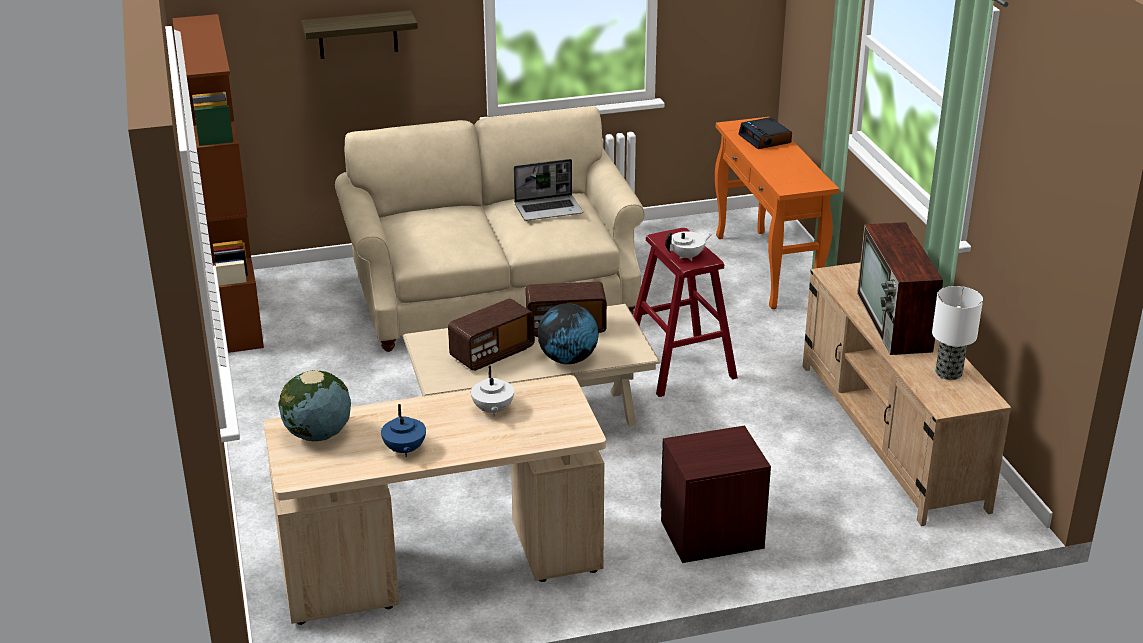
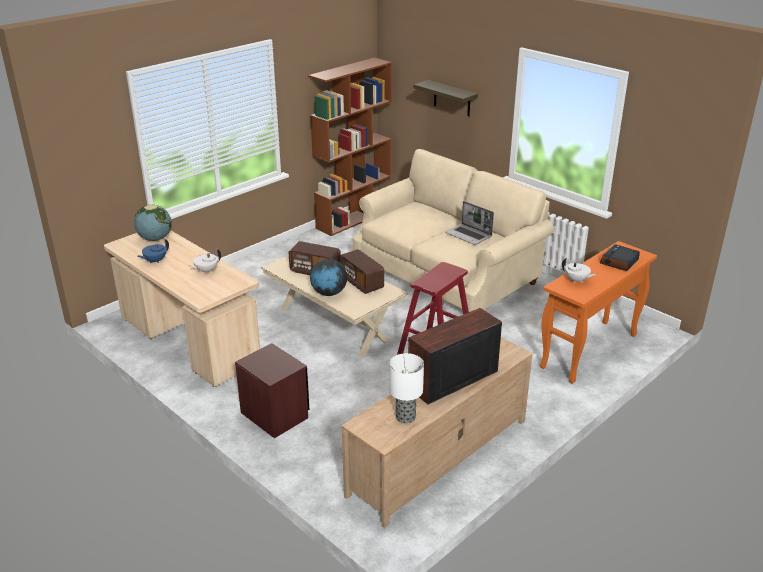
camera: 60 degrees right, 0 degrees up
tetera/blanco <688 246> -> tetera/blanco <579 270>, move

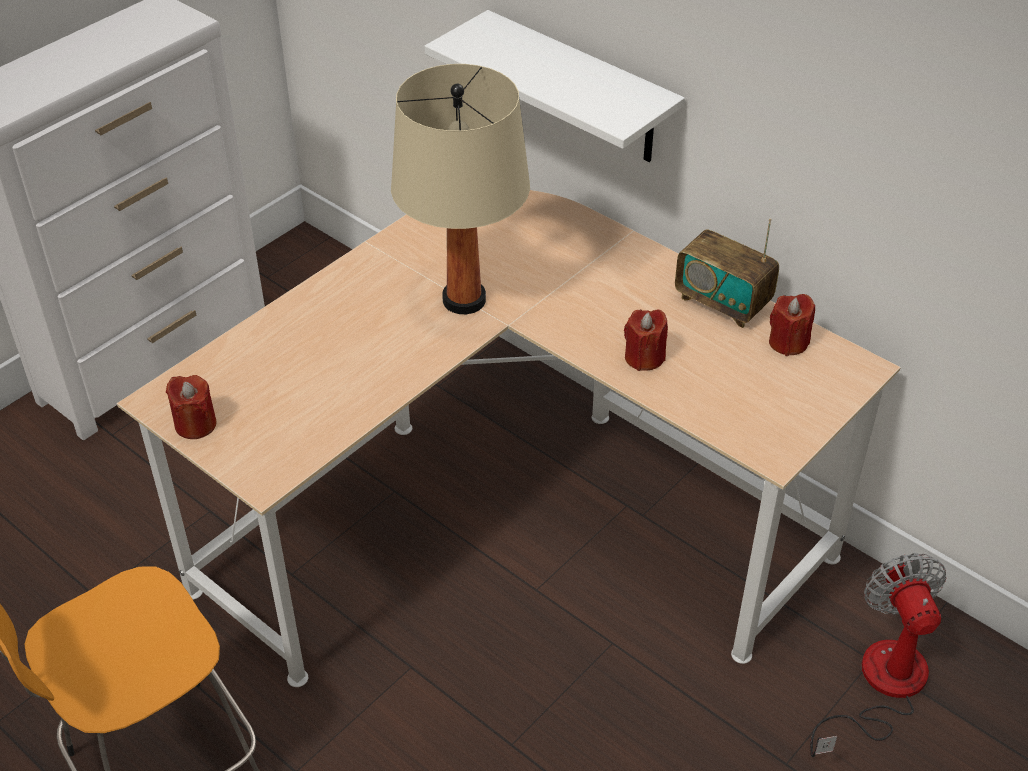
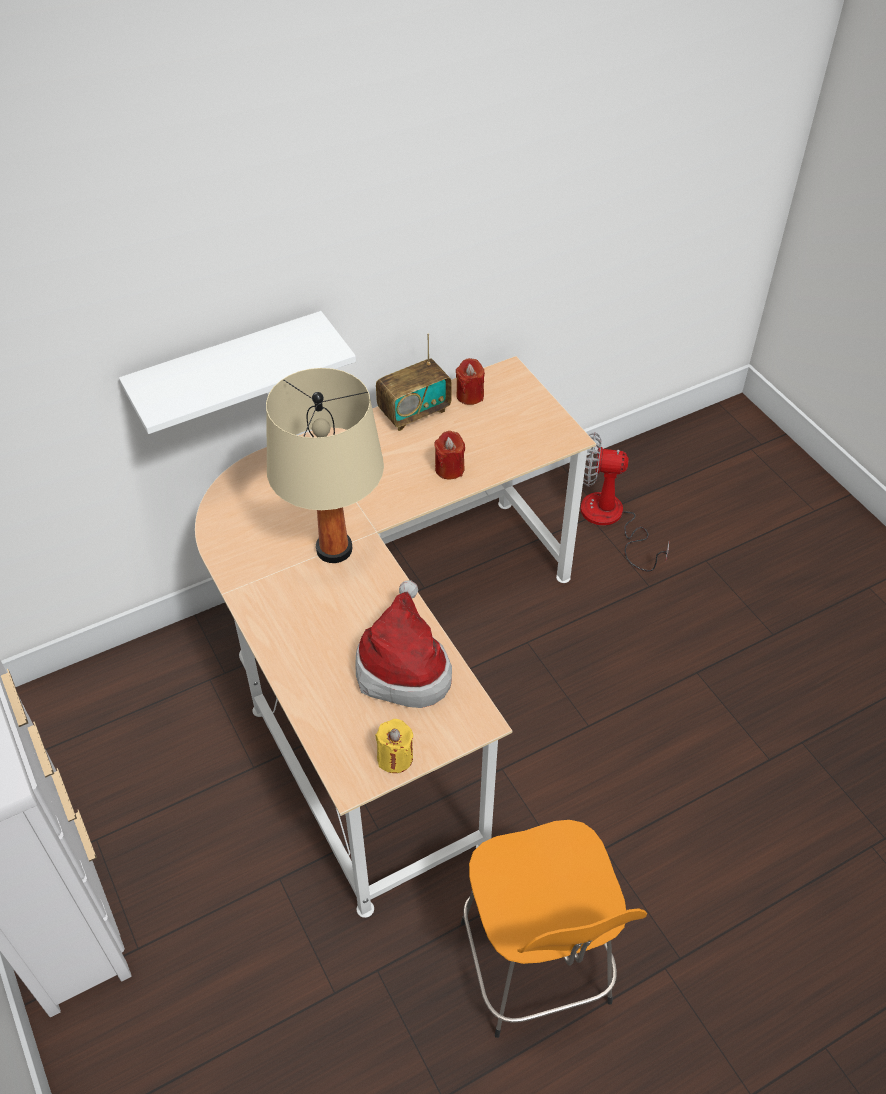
camera: 70 degrees left, 5 degrees up
vela/rojo <191 407> -> vela/amarillo <394 746>
none -> sombrero <403 644>

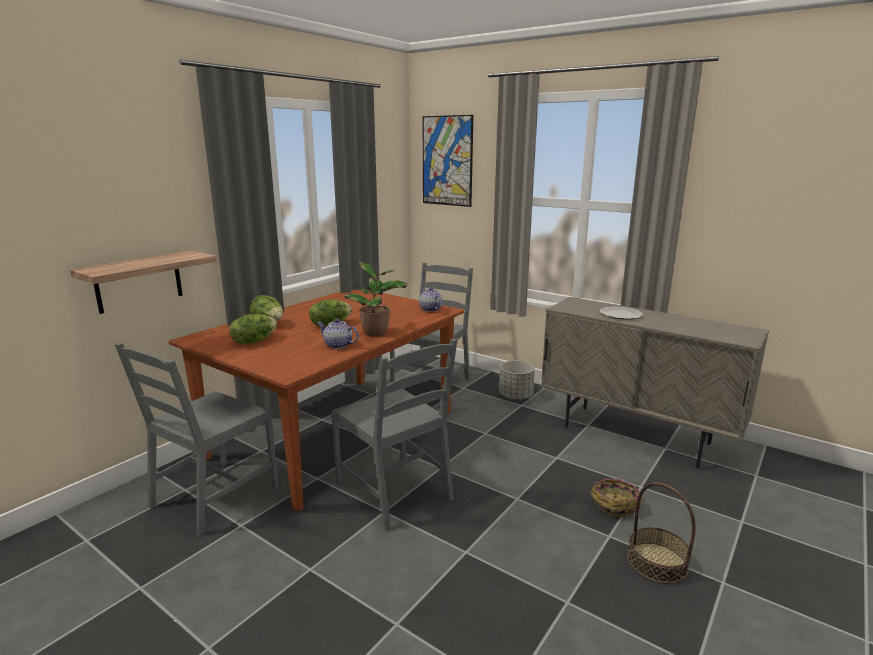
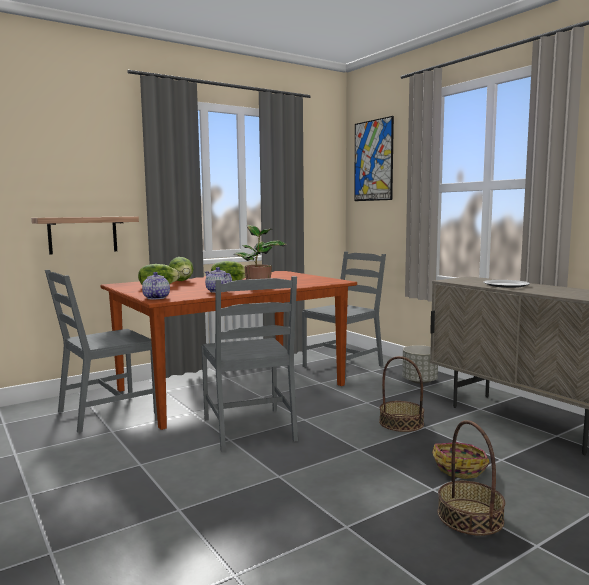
camera: 20 degrees right, 10 degrees down
tetera <431 299> -> tetera <156 285>, move
none -> cesta <401 394>

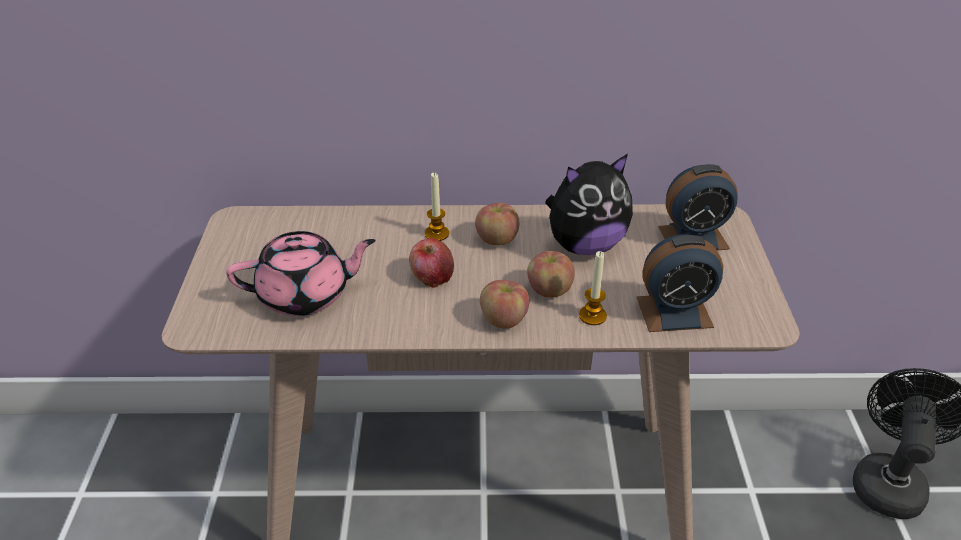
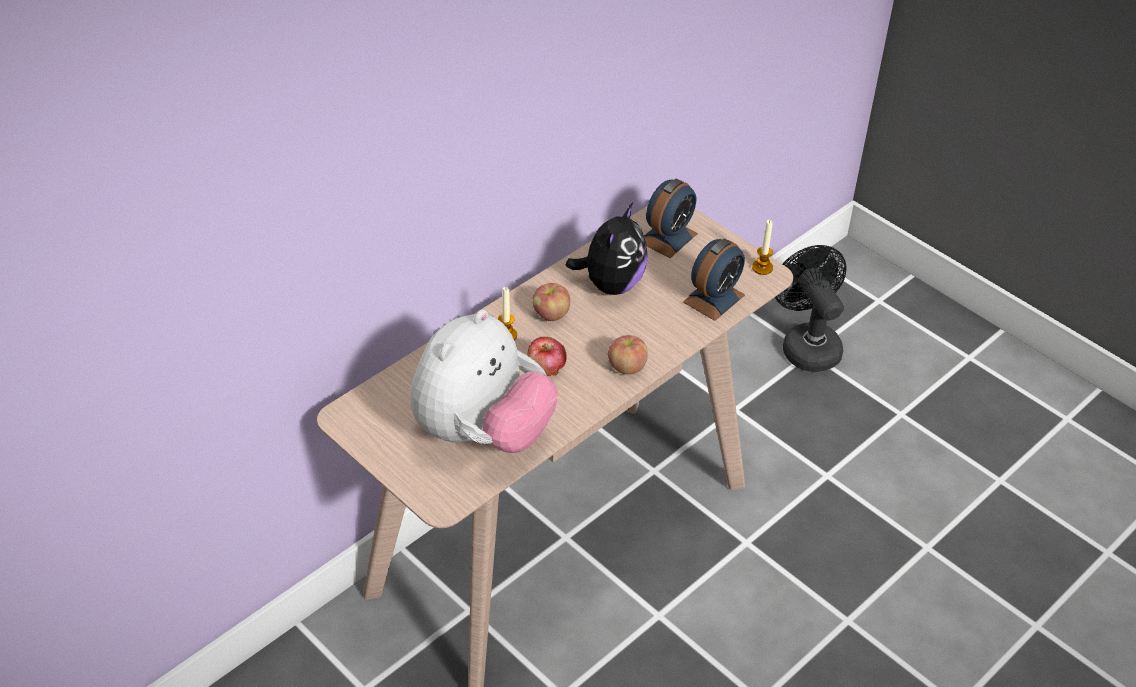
camera: 45 degrees left, 5 degrees up
tetera/rosa <301 273> -> peluche <484 381>
manzana <551 274> -> none
vela <593 288> -> vela <762 247>, move

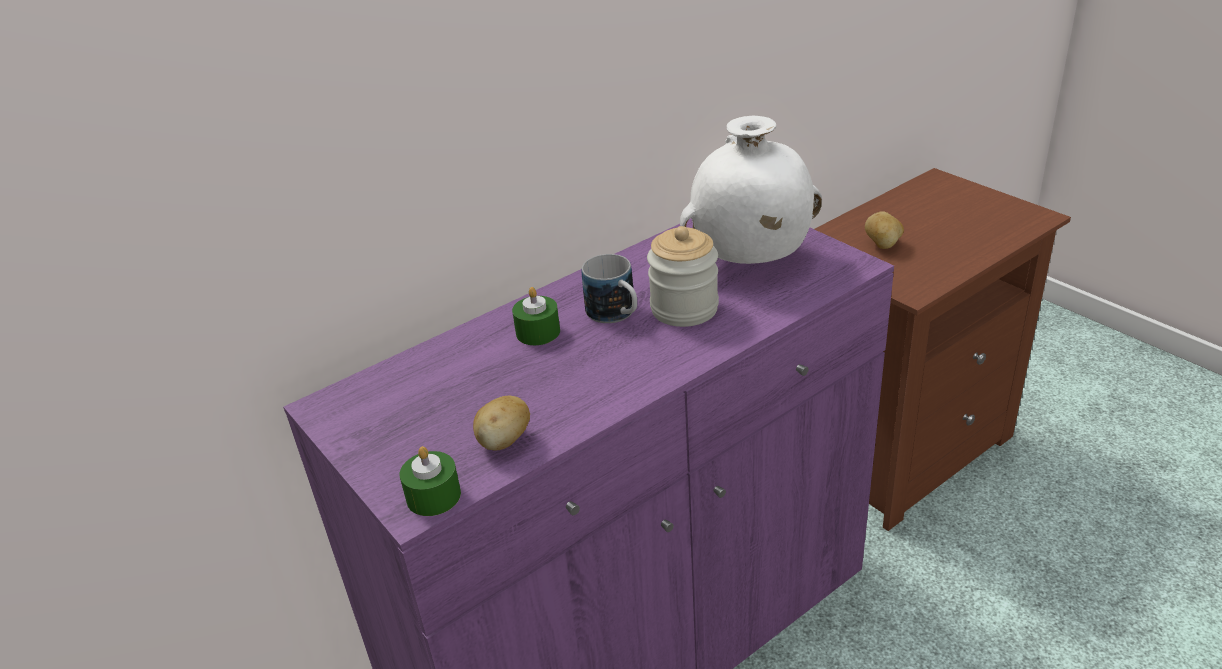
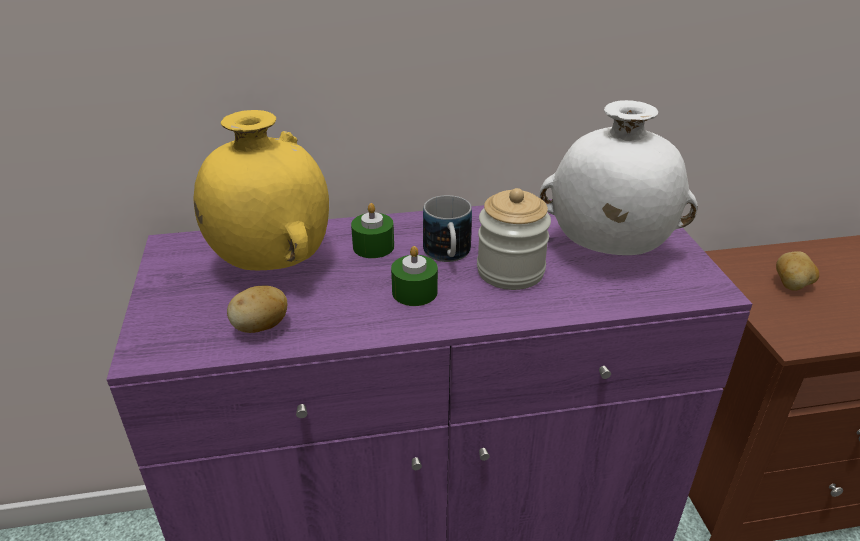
camera: 25 degrees right, 0 degrees up
vela/verde <430 481> -> vela/verde <414 276>, move
none -> florero/amarillo <261 190>

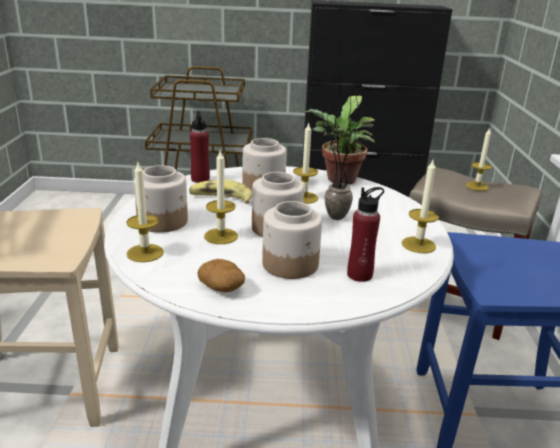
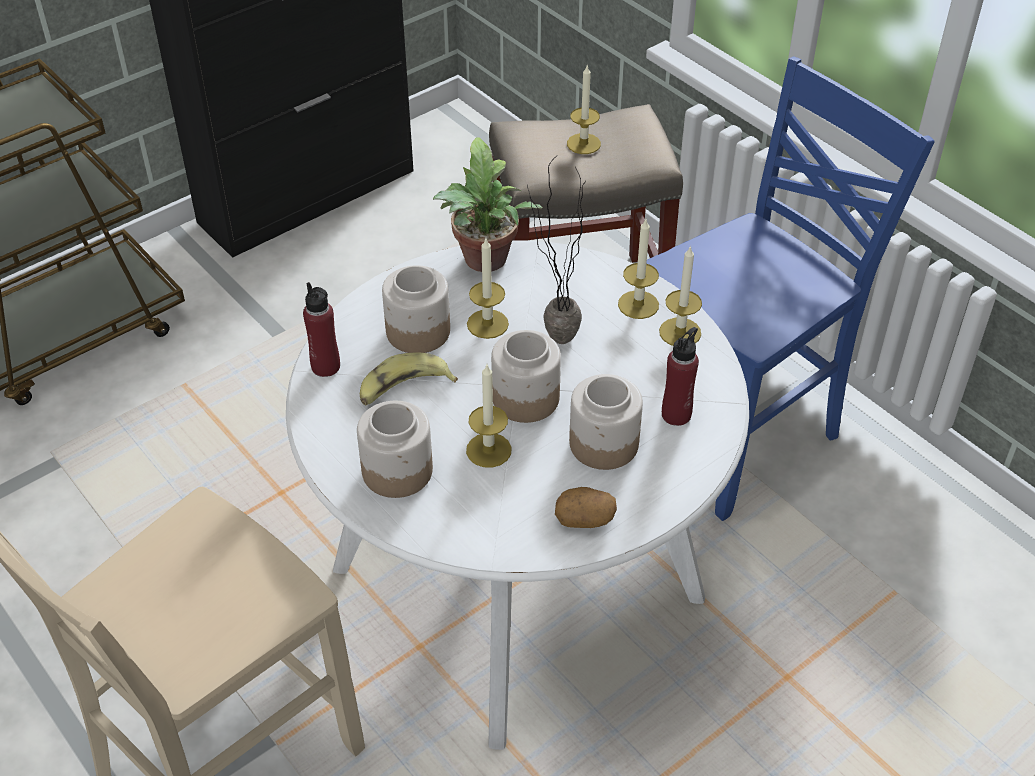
camera: 40 degrees left, 20 degrees up
vela <145 212> -> vela <638 269>, move

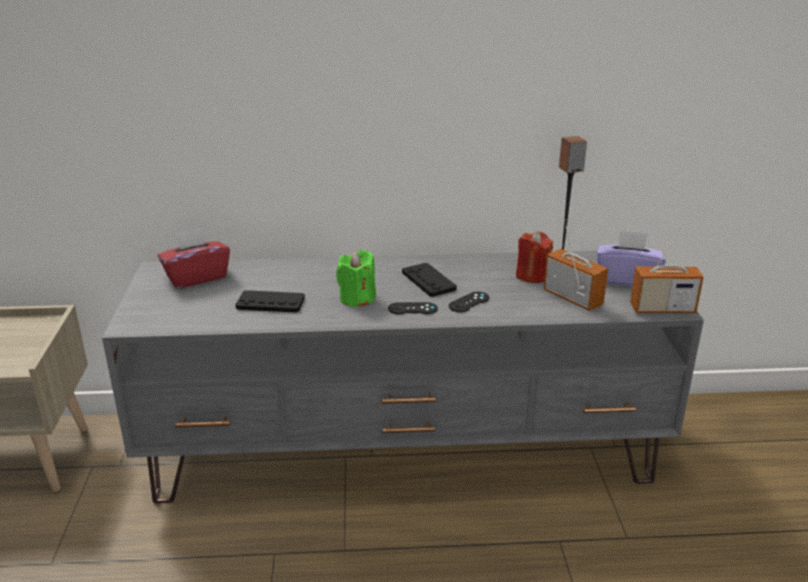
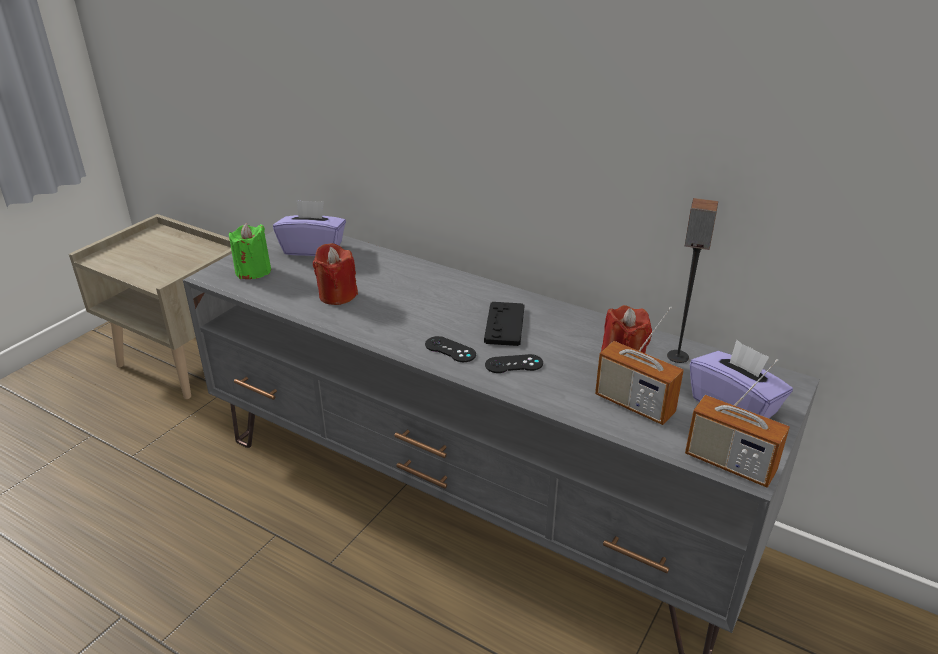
camera: 35 degrees right, 5 degrees up
radio <576 264> -> radio <639 366>, 135 degrees clockwise
caja de pañuelos/rojo <194 258> -> caja de pañuelos/morado <309 228>
vela/verde <356 278> -> vela/verde <250 251>, move
mando de consola/negro <270 301> -> vela/rojo <335 274>

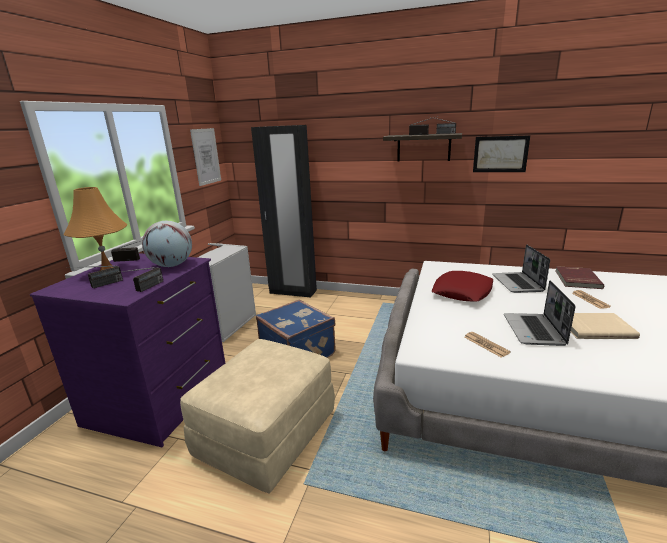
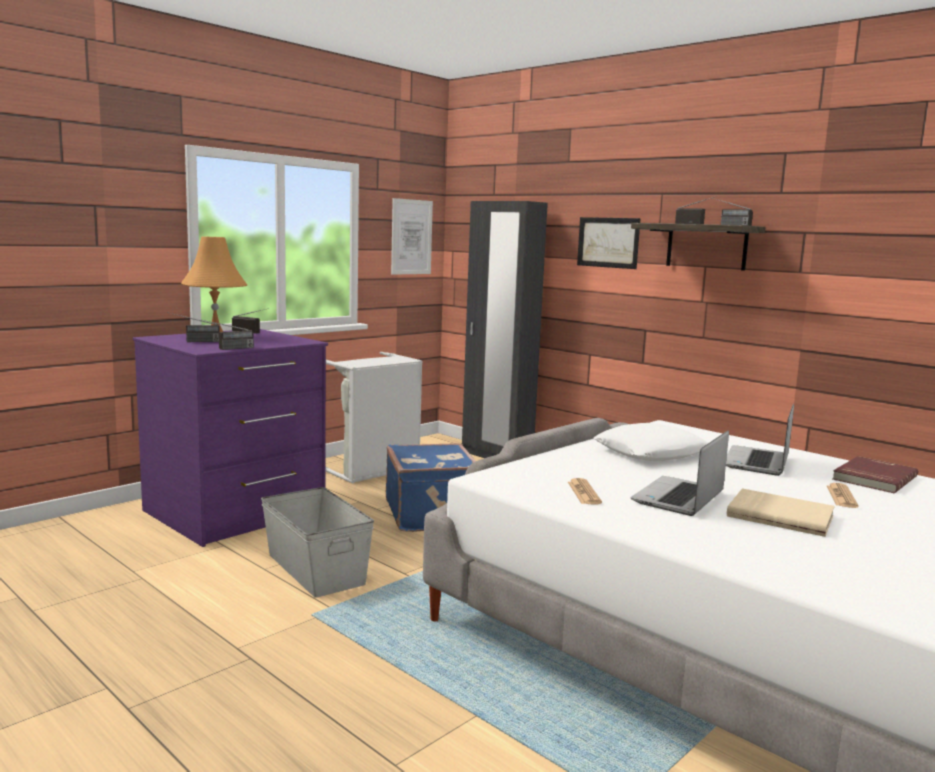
camera: 25 degrees right, 10 degrees down
cuadro <501 153> -> cuadro <609 243>, move
globo terráqueo <167 244> -> none
cojín/rojo <462 286> -> cojín/blanco <651 442>
puf/beis <257 416> -> caja de almacenaje/gris <317 542>

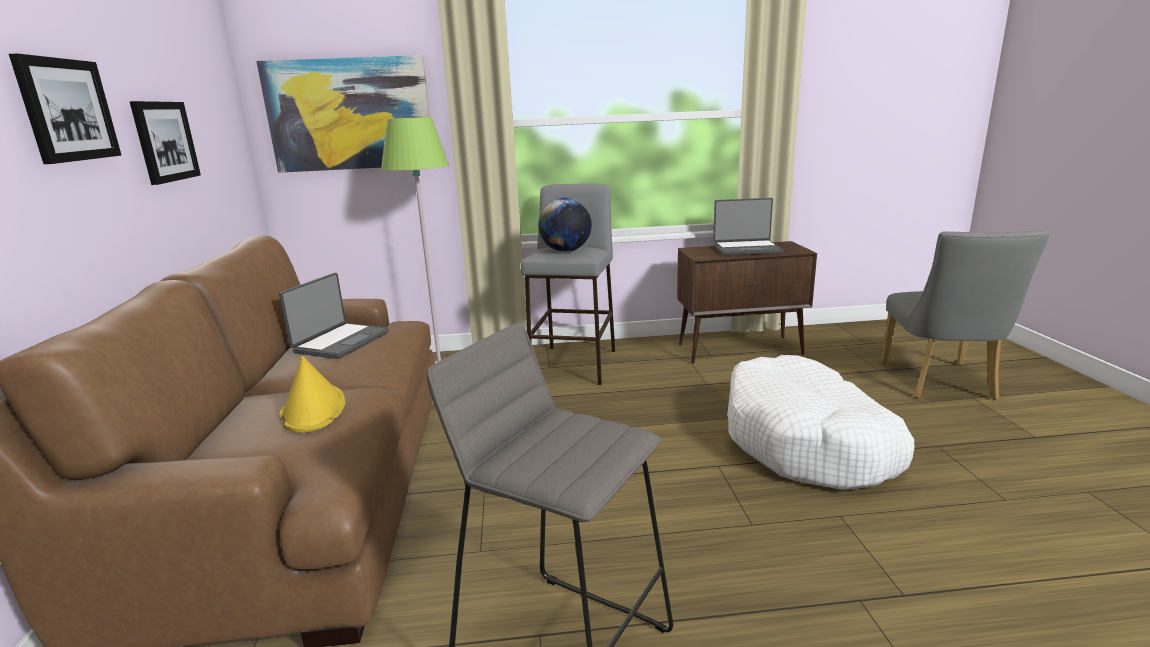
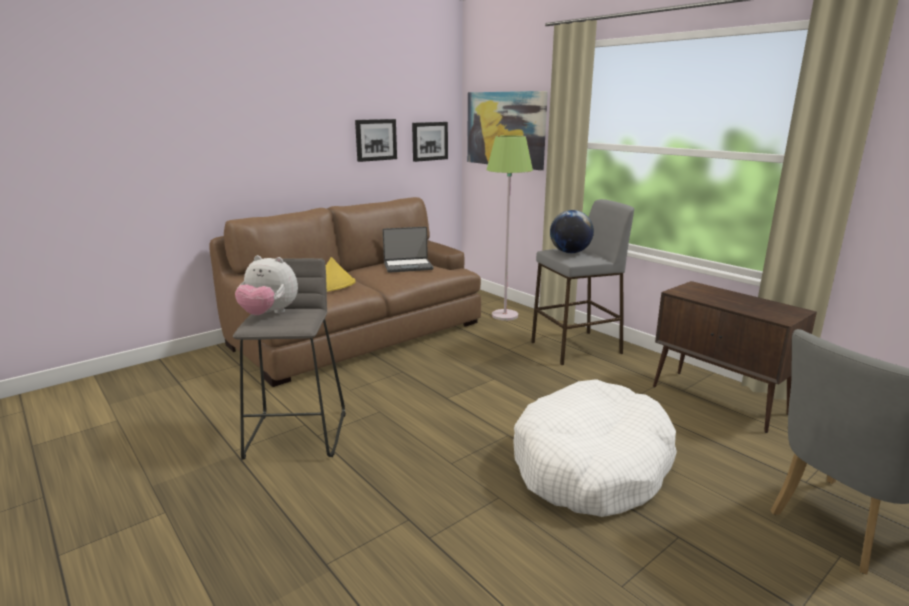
camera: 55 degrees right, 0 degrees up
cuadro <65 109> -> cuadro <430 142>, move
portátil <748 227> -> none
none -> peluche <266 285>

